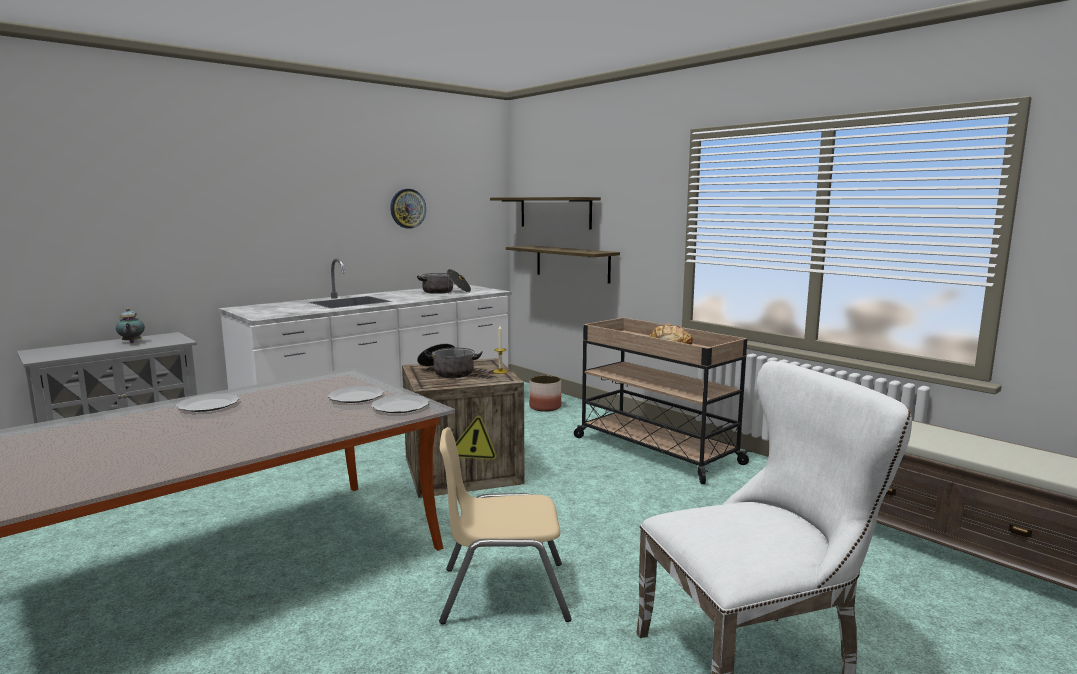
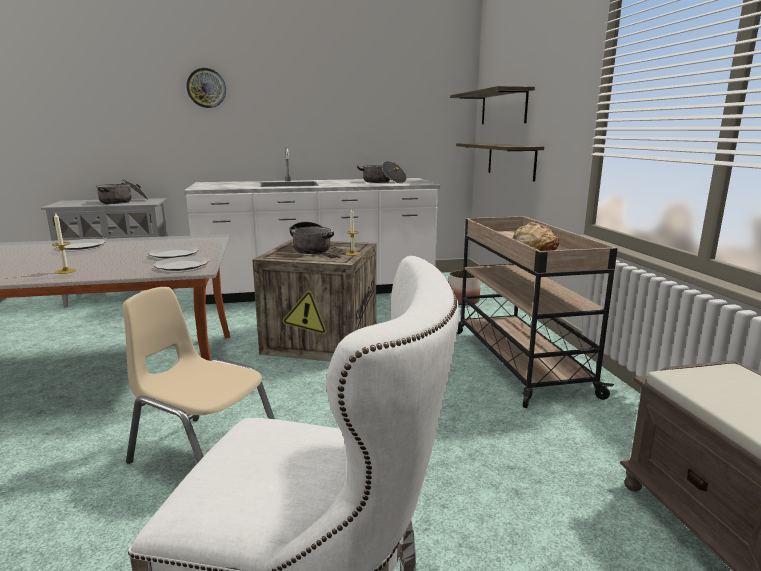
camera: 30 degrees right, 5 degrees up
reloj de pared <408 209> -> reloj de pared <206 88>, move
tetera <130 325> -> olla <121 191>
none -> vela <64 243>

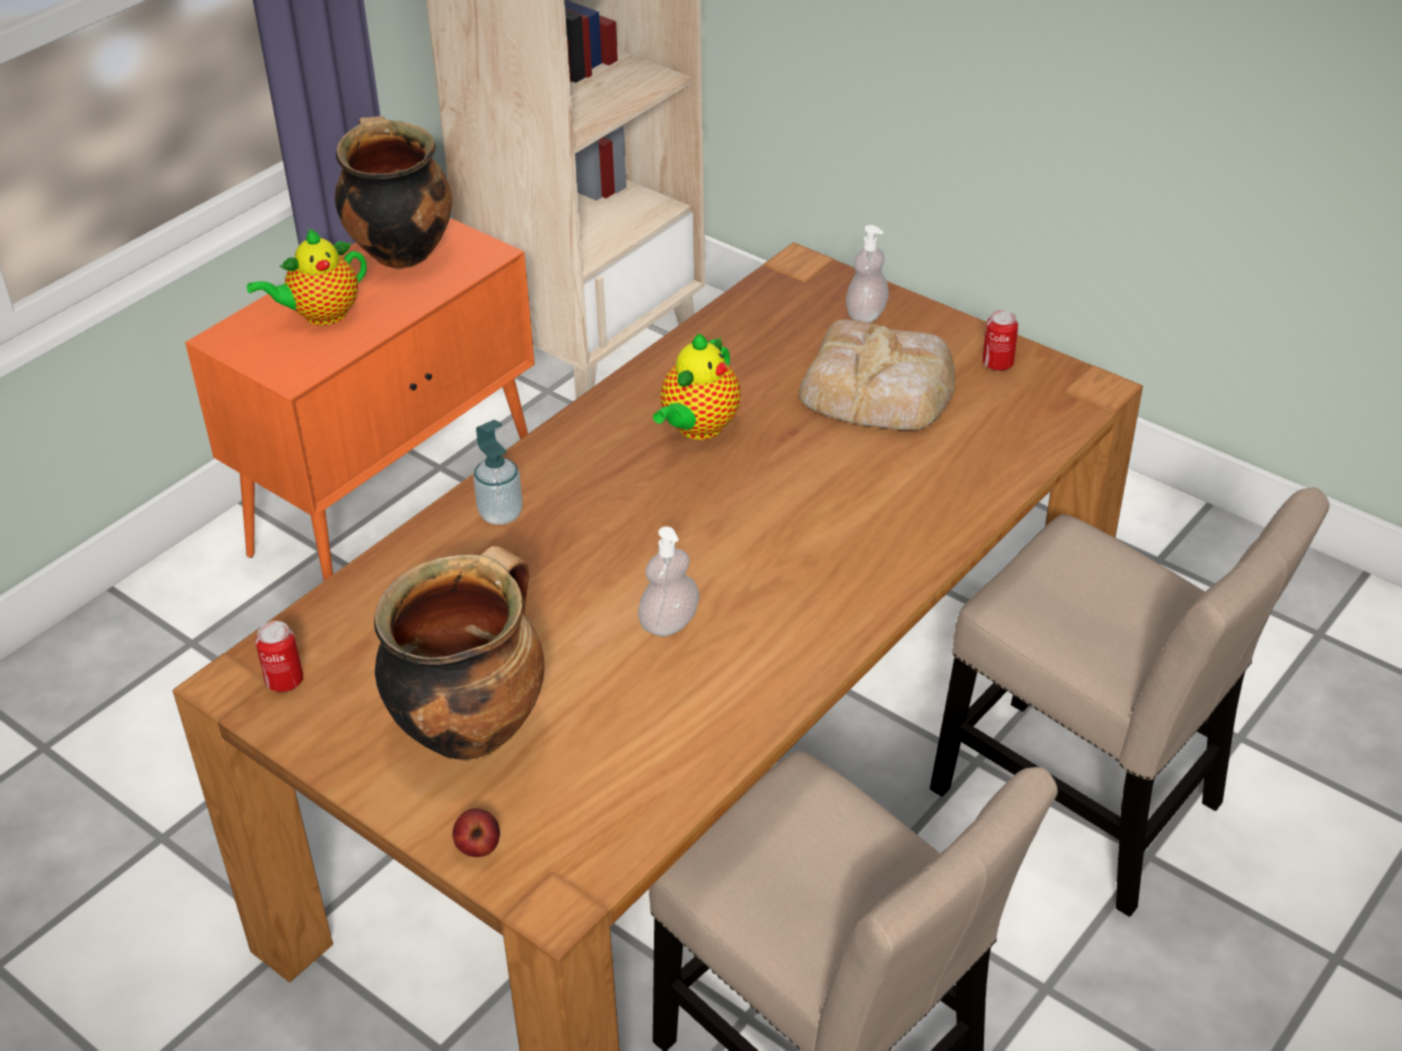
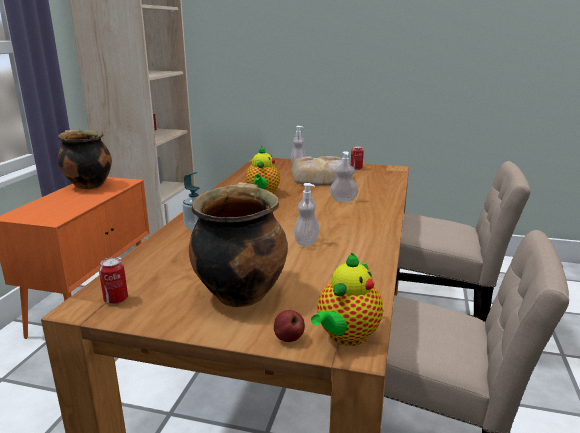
camera: 25 degrees left, 20 degrees down
tetera <307 277> -> tetera <347 299>, move
none -> dispensador de jabón <344 176>

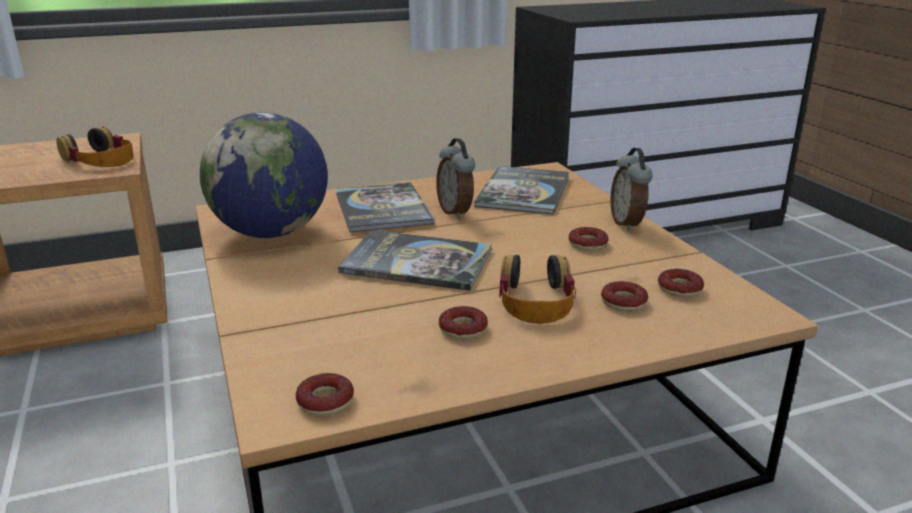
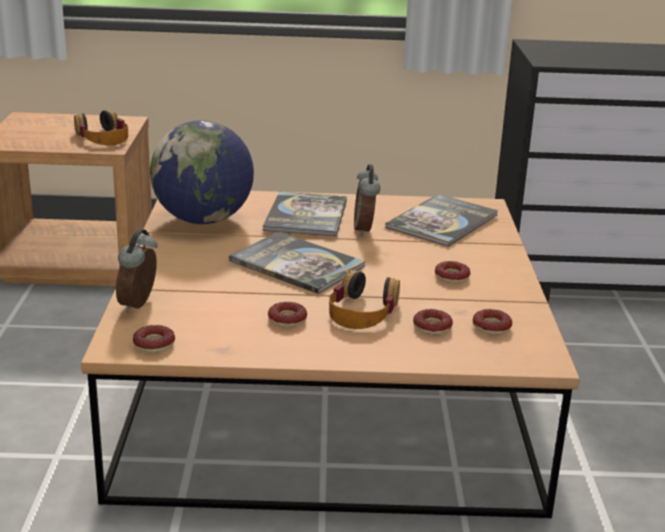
camera: 20 degrees right, 0 degrees up
despertador <631 189> -> despertador <136 271>, move

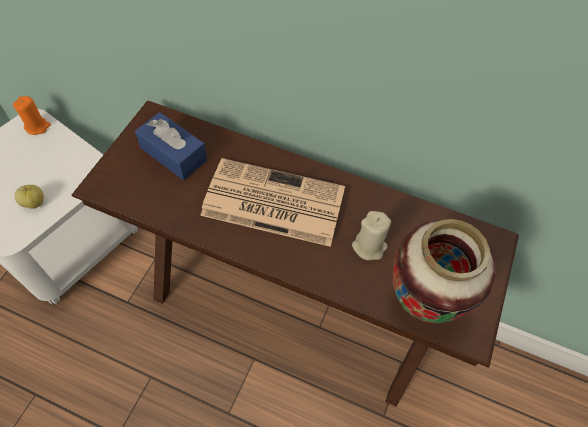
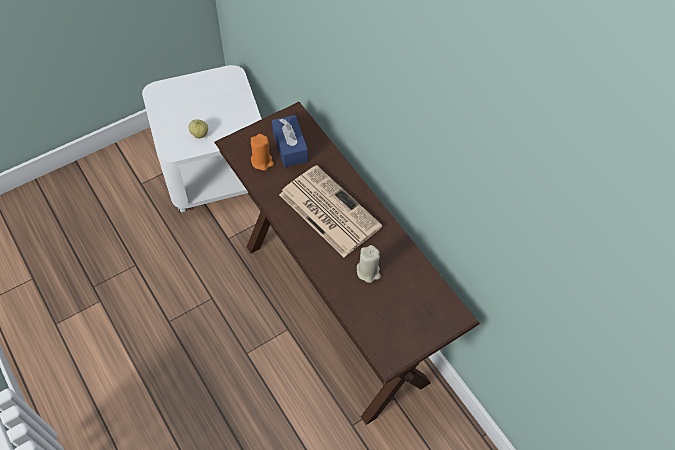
camera: 35 degrees right, 0 degrees up
vela/naranja <32 115> -> vela/naranja <262 152>, move
florero <444 271> -> none

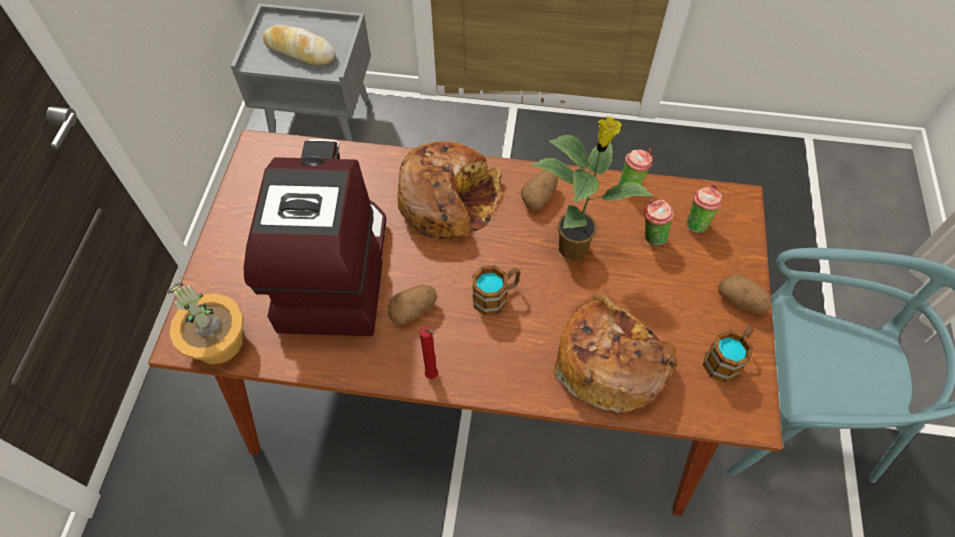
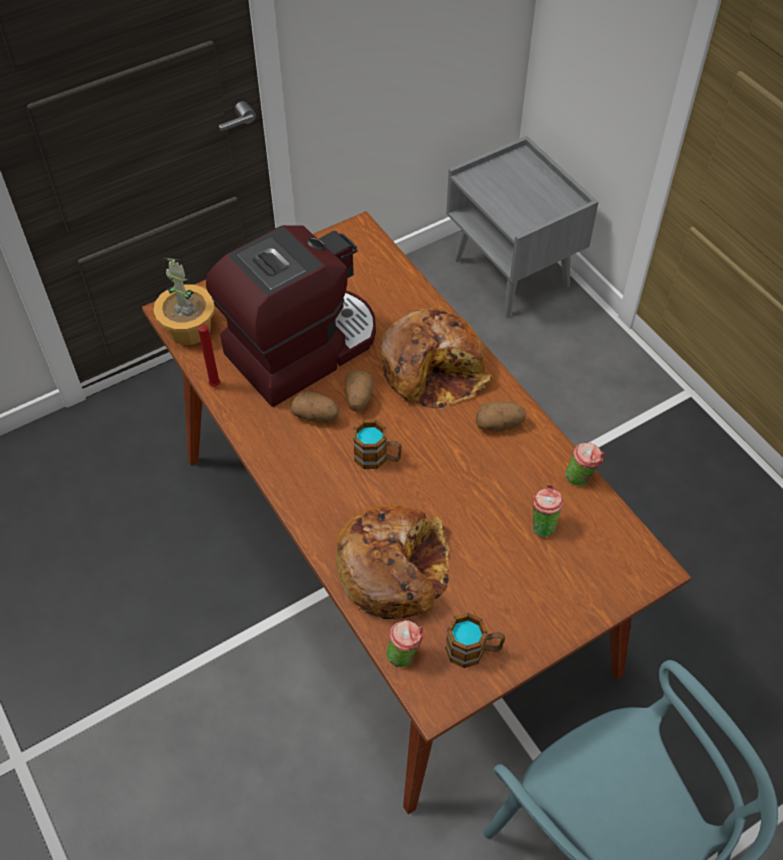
camera: 50 degrees right, 5 degrees down
pan <299 45> -> none
planta en maceta <592 188> -> none
taza <704 208> -> taza <405 643>, move
patata <745 294> -> patata <359 391>, move
vela/rojo <429 352> -> vela/rojo <209 355>, move

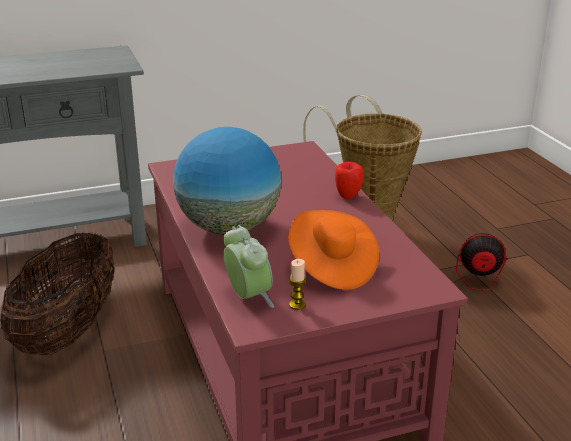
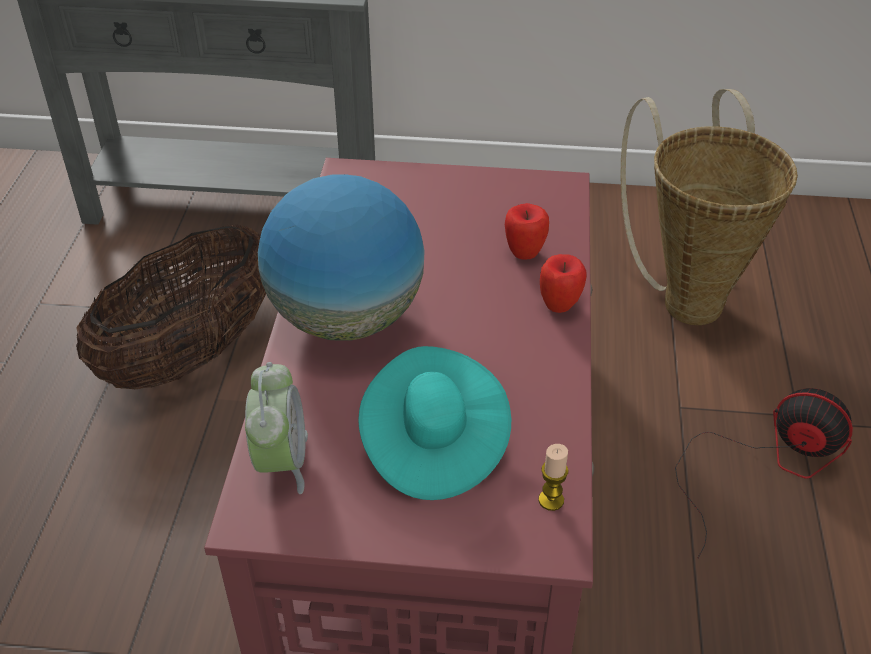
camera: 25 degrees right, 15 degrees up
sombrero/naranja <333 250> -> sombrero/turquesa <434 423>
vela <297 284> -> vela <553 477>, move
none -> manzana <527 231>

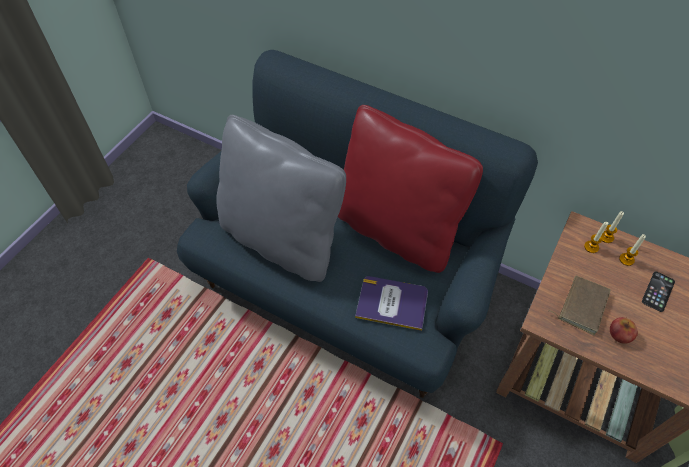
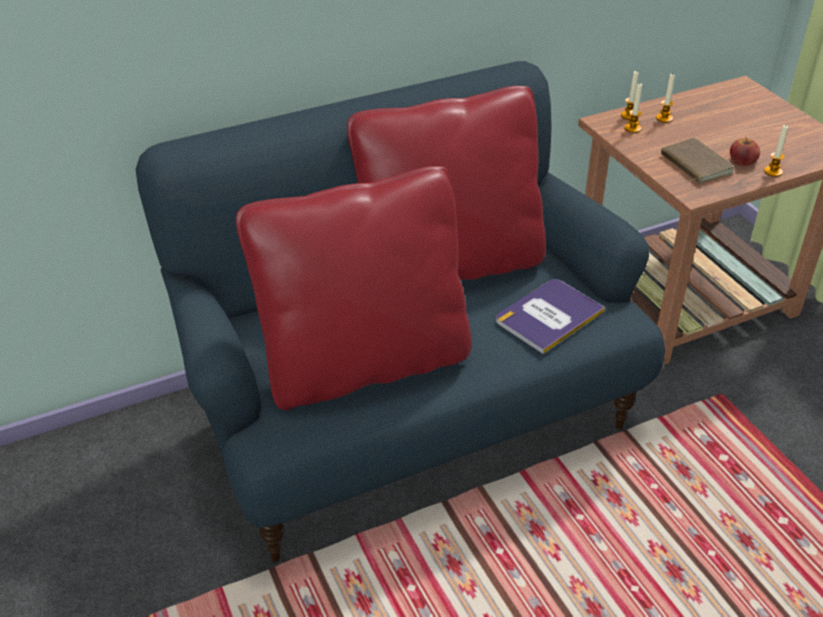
camera: 55 degrees left, 15 degrees down
cojín/gris <281 198> -> cojín/rojo <353 288>
móvil <658 291> -> none
none -> vela <776 151>

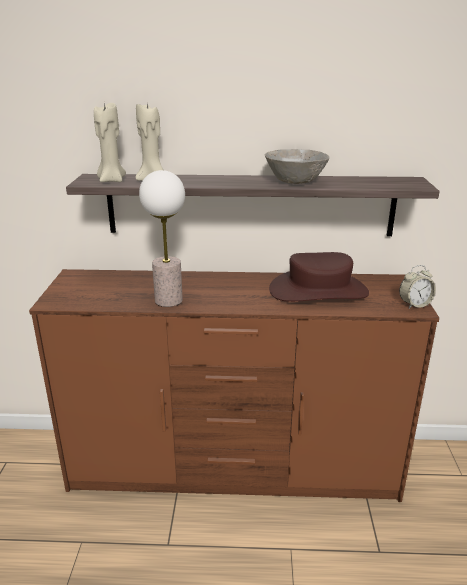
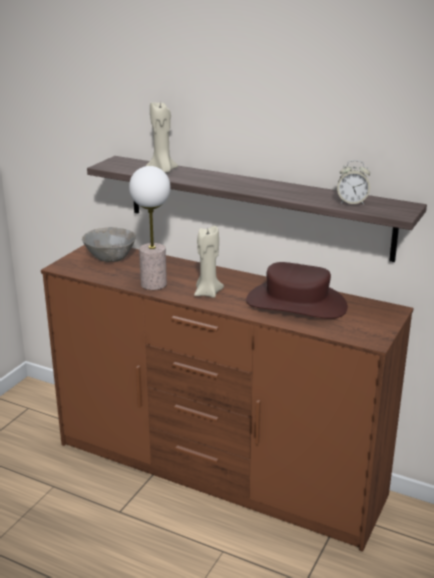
camera: 25 degrees right, 0 degrees up
vela/beis <110 142> -> vela/beis <209 262>, move
cuenco/gris <297 166> -> cuenco/gris <109 244>, move
despertador <417 286> -> despertador <353 182>, move

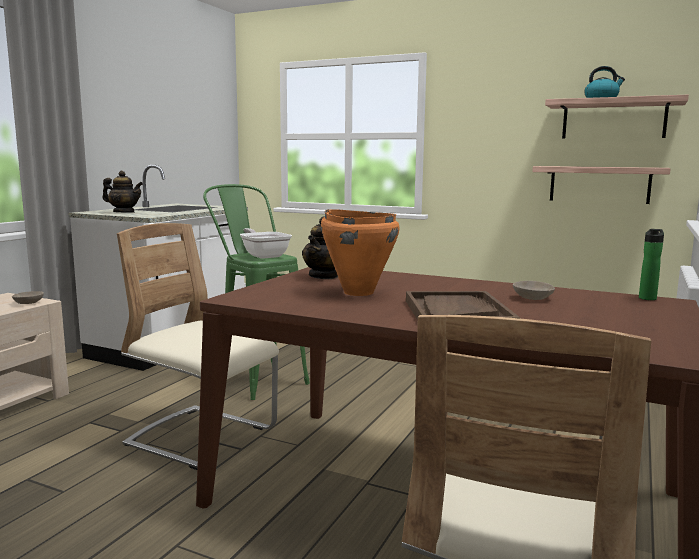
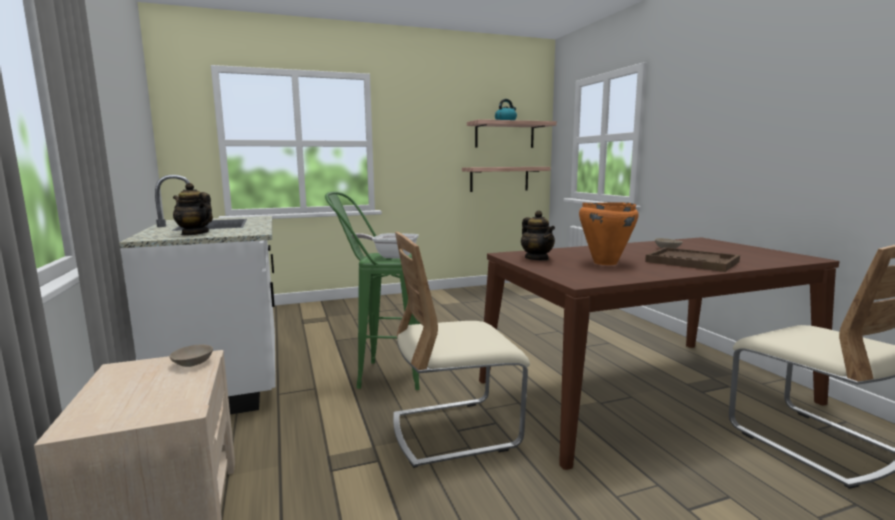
camera: 45 degrees left, 0 degrees up
tetera <122 192> -> tetera <193 209>, 120 degrees counterclockwise
botella <651 264> -> none

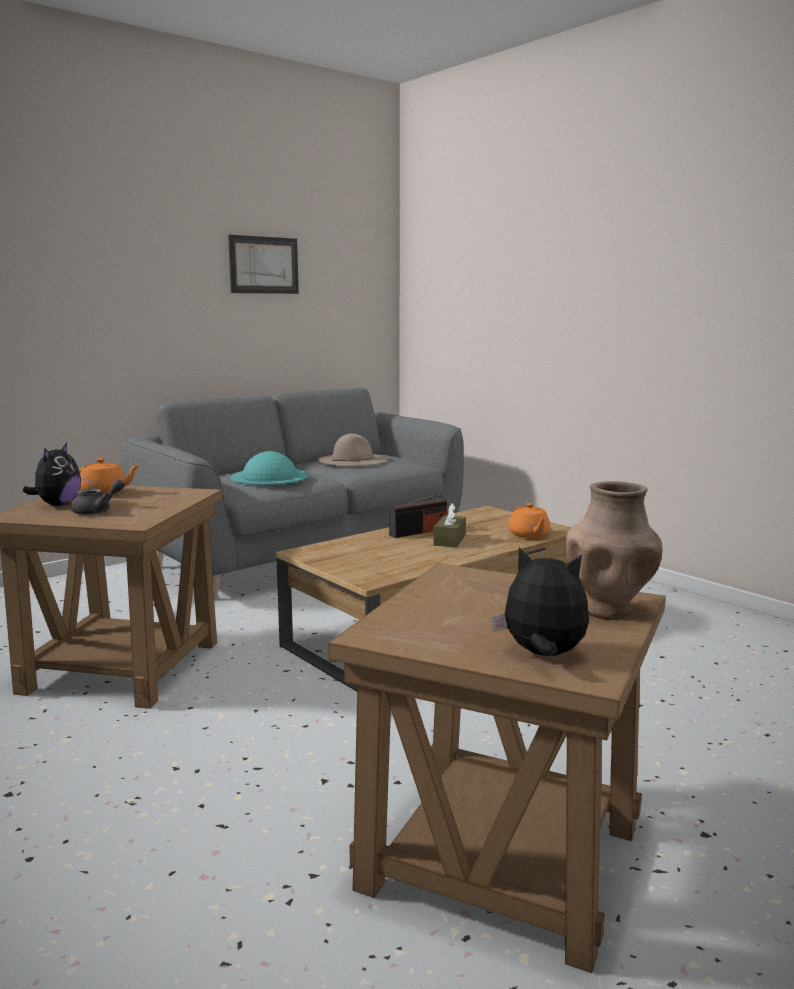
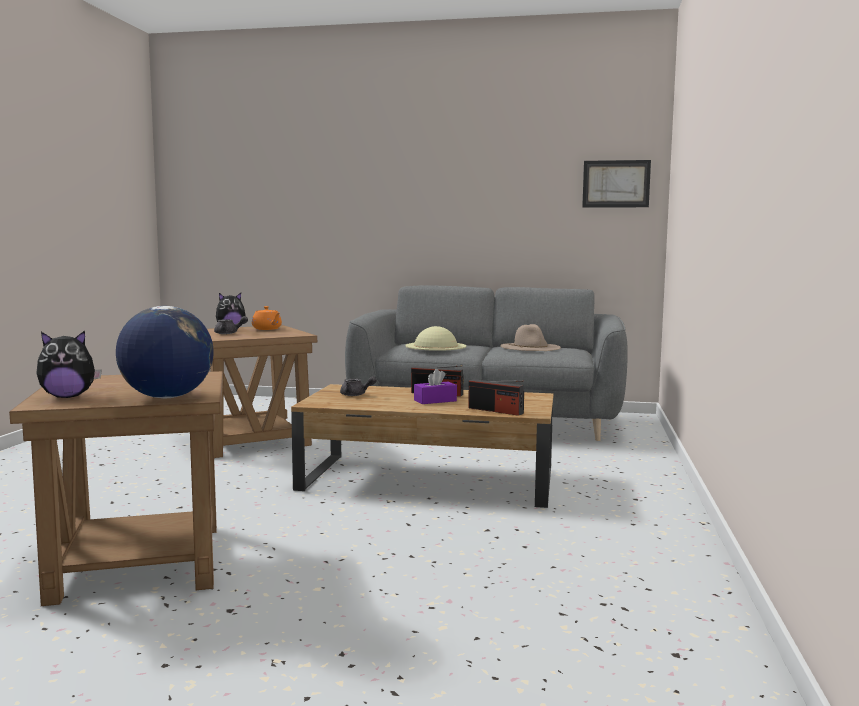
camera: 50 degrees right, 5 degrees down
cuadro <263 264> -> cuadro <616 183>, move
sombrero/turquesa <269 468> -> sombrero/beis <435 338>
florero/marrón <614 550> -> globo terráqueo <165 352>
caja de pañuelos/marrón <449 525> -> caja de pañuelos/morado <435 386>
tetera/naranja <529 521> -> radio <496 397>
peluche <540 601> -> peluche <69 364>, 90 degrees clockwise
none -> tetera/gris <358 386>

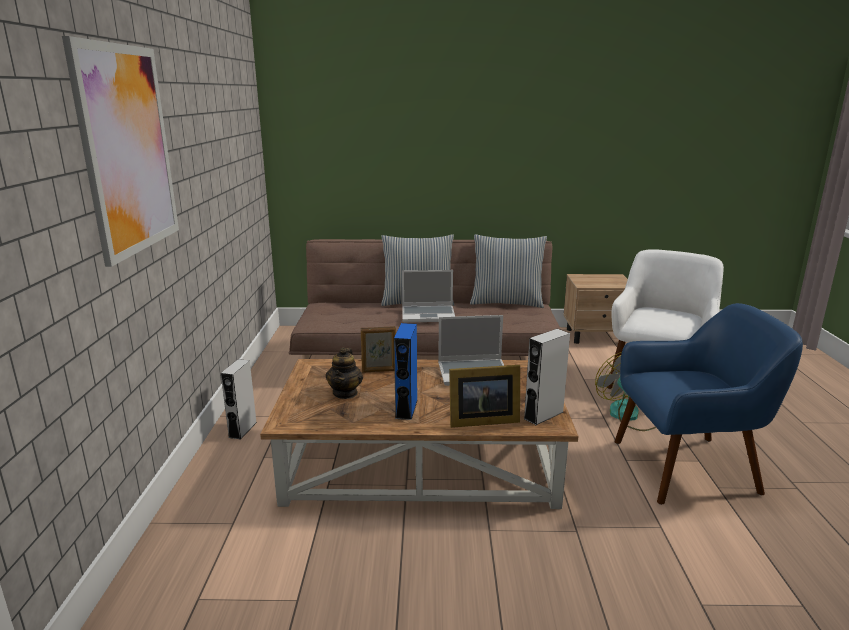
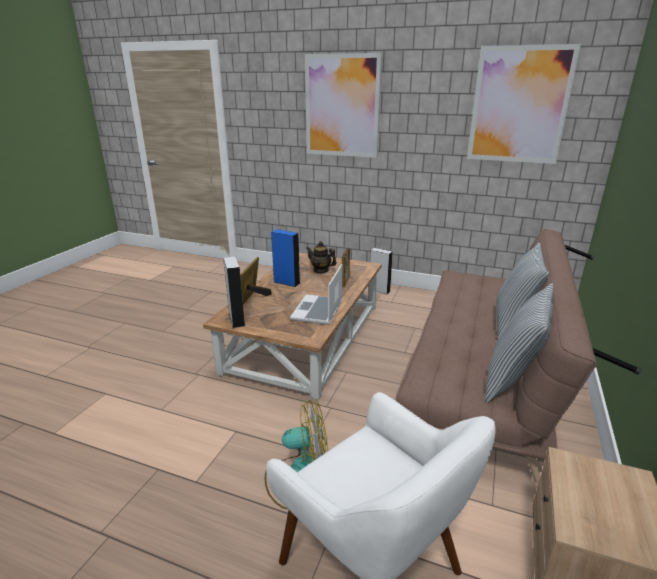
camera: 110 degrees right, 5 degrees up
portátil <428 296> -> none
sillón/azul <708 404> -> none
none -> cuadro <524 104>

